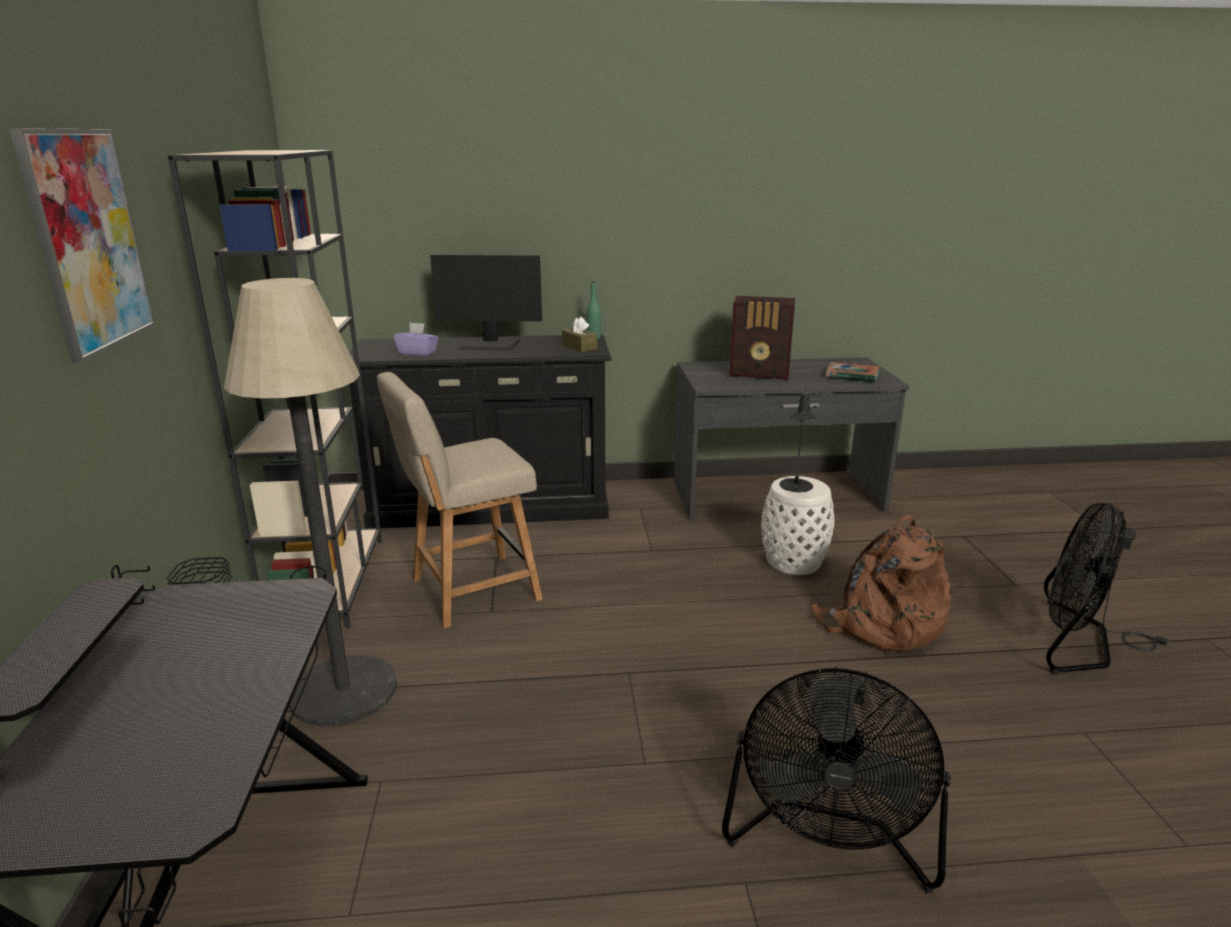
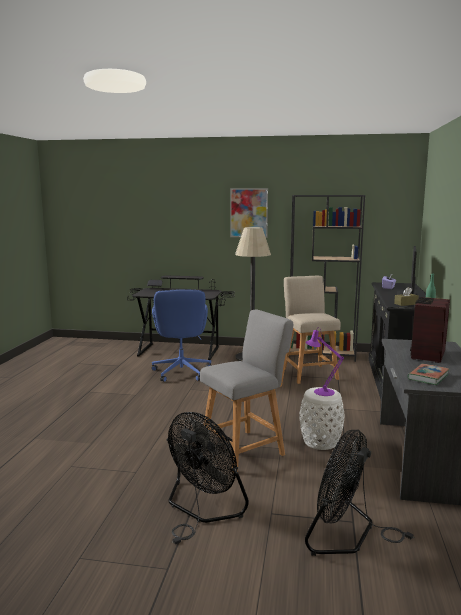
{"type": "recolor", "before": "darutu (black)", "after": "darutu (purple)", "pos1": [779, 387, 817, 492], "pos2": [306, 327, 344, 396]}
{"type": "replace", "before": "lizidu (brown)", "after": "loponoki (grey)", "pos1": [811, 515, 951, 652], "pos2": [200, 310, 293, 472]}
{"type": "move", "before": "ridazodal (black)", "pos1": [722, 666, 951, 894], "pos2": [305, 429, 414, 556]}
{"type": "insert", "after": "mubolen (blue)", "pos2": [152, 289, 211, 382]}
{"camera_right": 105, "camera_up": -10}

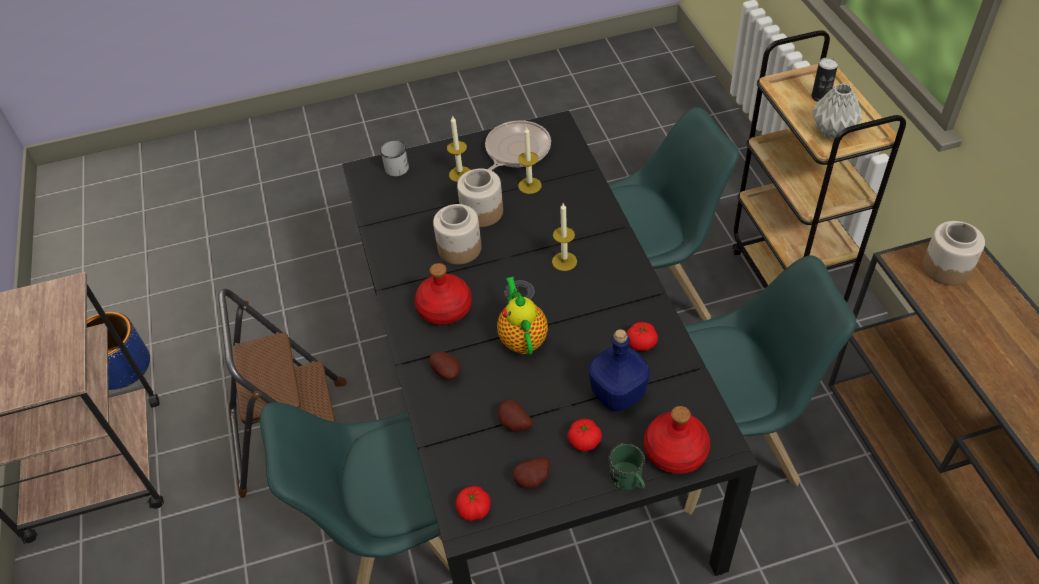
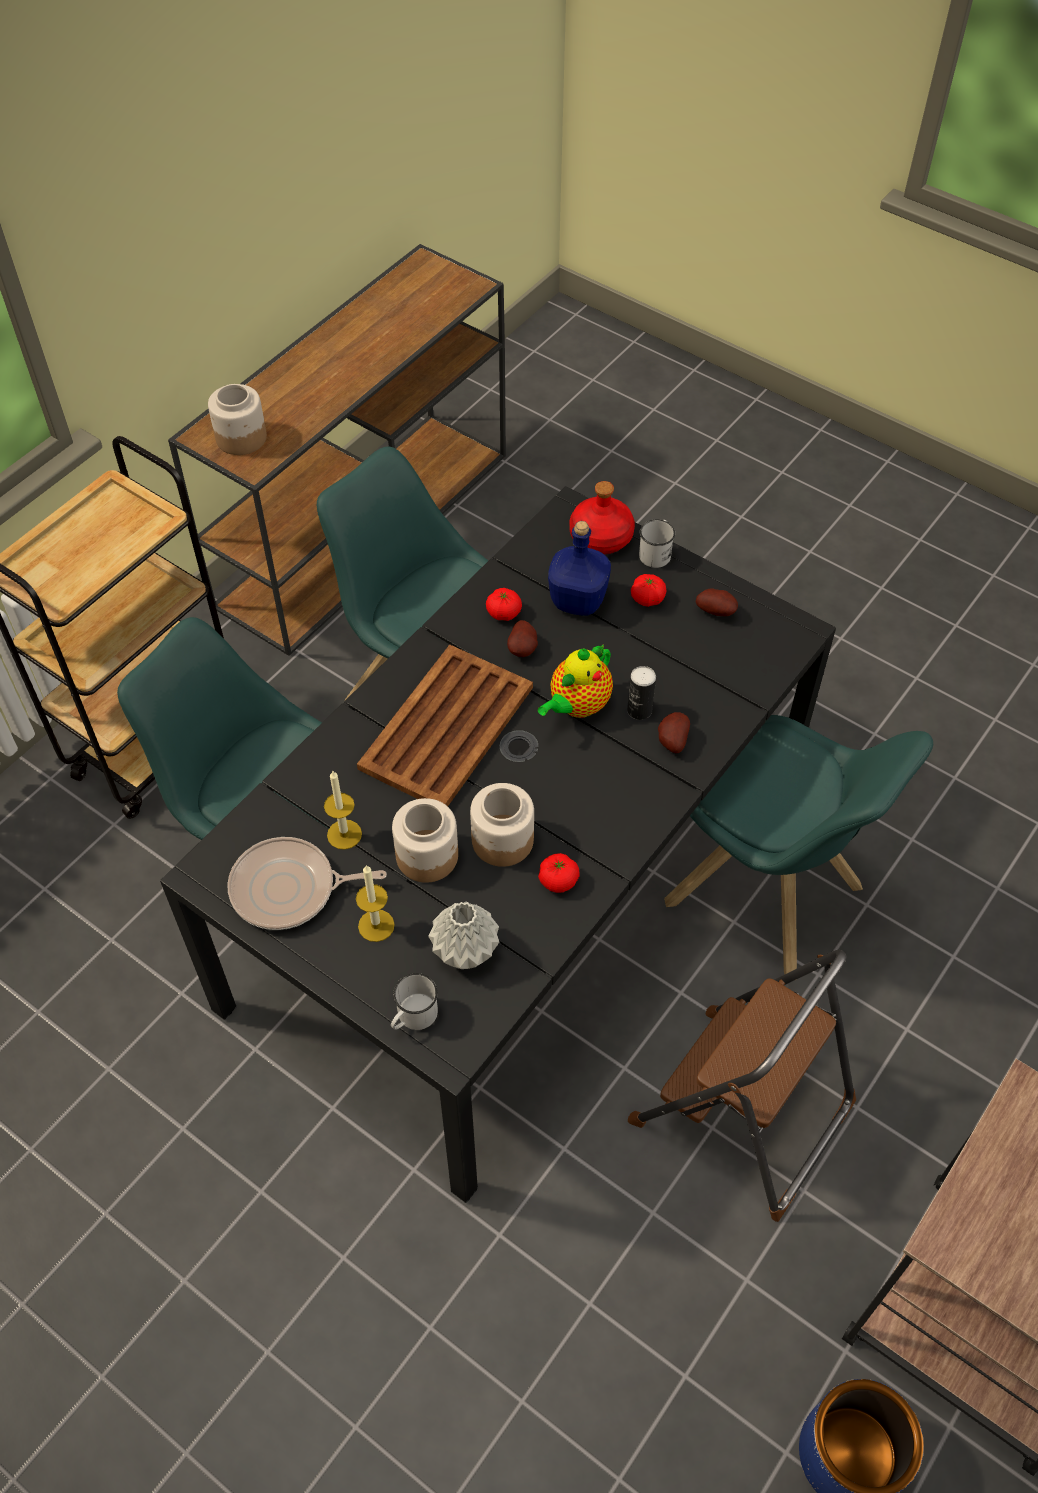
{"type": "move", "before": "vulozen", "pos1": [811, 57, 838, 102], "pos2": [627, 666, 656, 720]}
{"type": "move", "before": "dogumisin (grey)", "pos1": [812, 83, 862, 140], "pos2": [428, 902, 499, 969]}
{"type": "replace", "before": "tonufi", "after": "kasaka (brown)", "pos1": [552, 203, 577, 271], "pos2": [357, 645, 533, 806]}
{"type": "delete", "before": "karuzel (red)", "pos1": [414, 263, 472, 325]}
{"type": "move", "before": "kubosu", "pos1": [498, 400, 533, 432], "pos2": [507, 620, 538, 657]}
{"type": "recolor", "before": "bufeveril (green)", "after": "bufeveril (white)", "pos1": [609, 443, 645, 490], "pos2": [639, 519, 675, 568]}
{"type": "move", "before": "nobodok", "pos1": [455, 486, 491, 521], "pos2": [538, 853, 580, 893]}
{"camera_right": -130, "camera_up": 5}

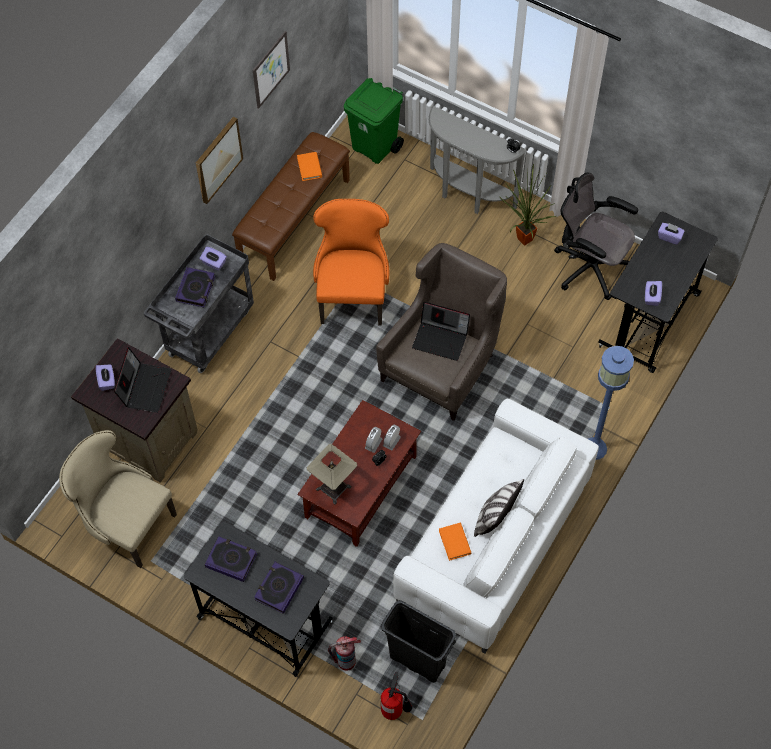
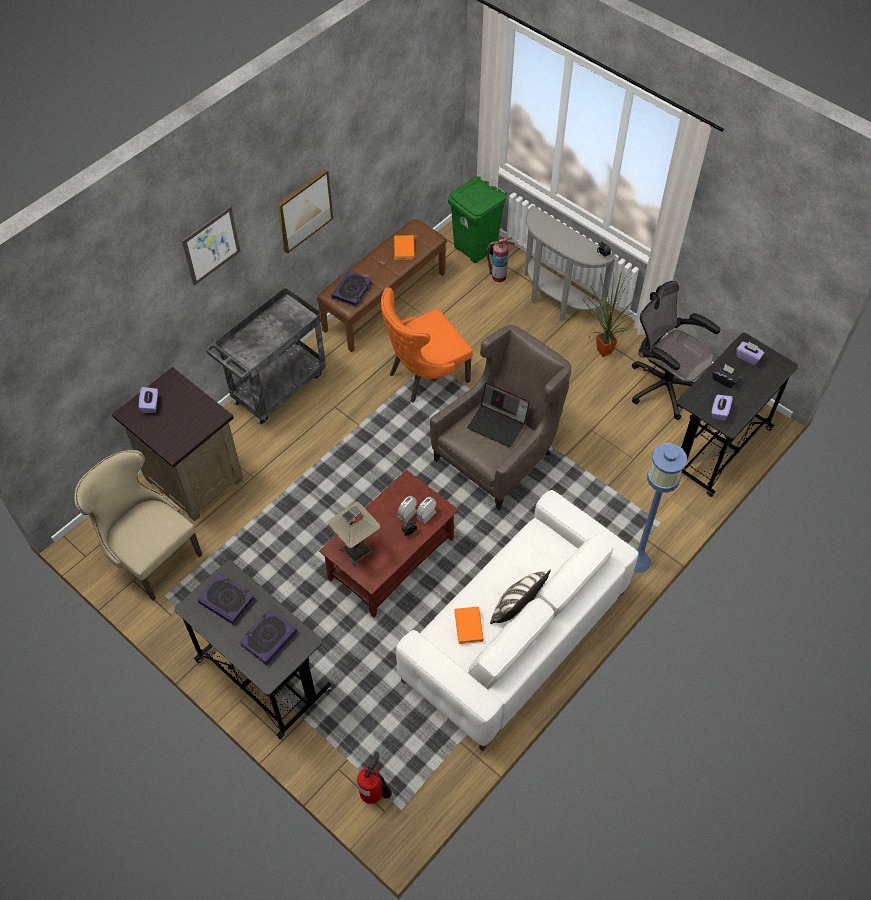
{"type": "move", "before": "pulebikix", "pos1": [253, 31, 290, 109], "pos2": [182, 206, 240, 286]}
{"type": "rotate", "before": "loponoki (orange)", "pos1": [313, 199, 389, 326], "pos2": [381, 287, 473, 403], "turn": -135}
{"type": "delete", "before": "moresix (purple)", "pos1": [200, 246, 227, 271]}
{"type": "move", "before": "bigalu", "pos1": [175, 267, 215, 307], "pos2": [331, 270, 372, 307]}
{"type": "delete", "before": "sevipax", "pos1": [114, 347, 172, 413]}
{"type": "delete", "before": "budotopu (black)", "pos1": [381, 600, 456, 683]}
{"type": "move", "before": "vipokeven", "pos1": [328, 636, 361, 671], "pos2": [486, 237, 515, 283]}
{"type": "insert", "after": "moresix (black)", "pos2": [712, 364, 741, 388]}
{"camera_right": 10, "camera_up": -5}

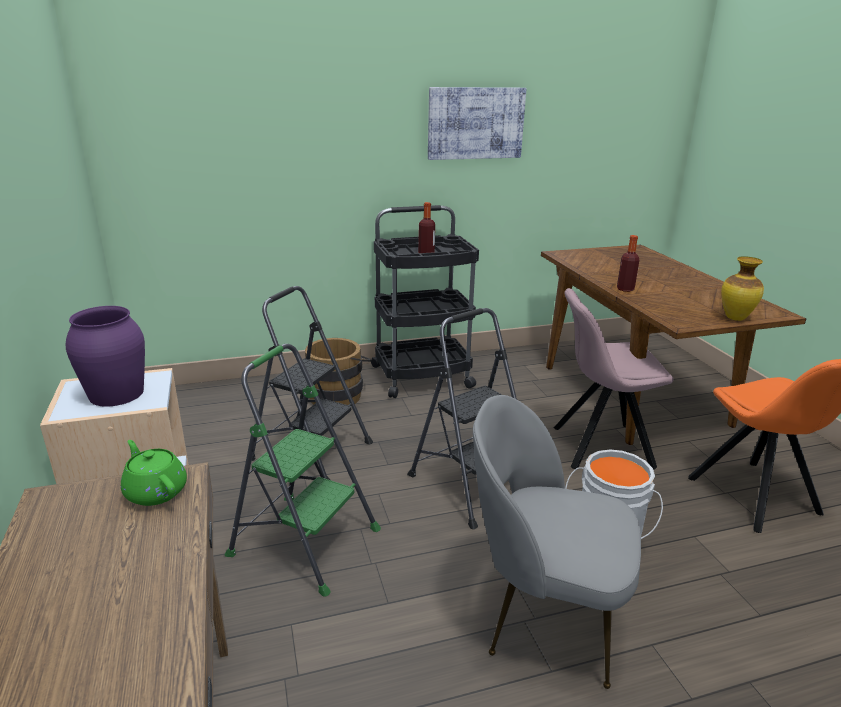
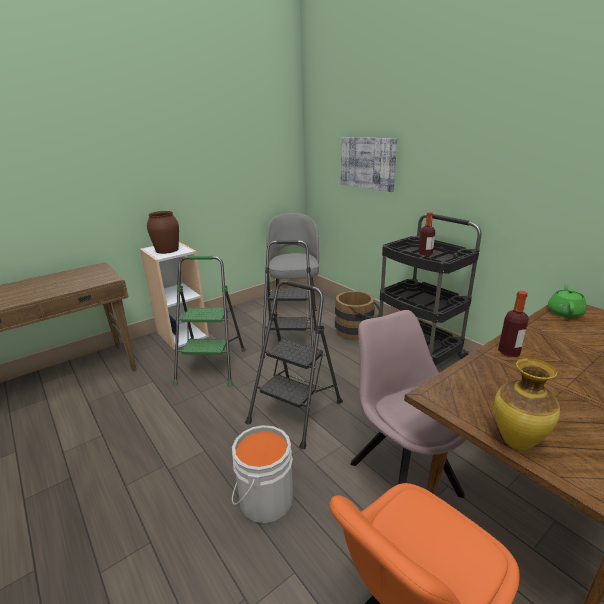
{"type": "move", "before": "pulebikix", "pos1": [428, 87, 526, 160], "pos2": [341, 137, 397, 192]}
{"type": "recolor", "before": "dogumisin (purple)", "after": "dogumisin (brown)", "pos1": [66, 306, 145, 407], "pos2": [147, 211, 179, 254]}
{"type": "move", "before": "loponoki (grey)", "pos1": [473, 395, 641, 689], "pos2": [266, 213, 319, 313]}
{"type": "move", "before": "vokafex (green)", "pos1": [121, 440, 187, 506], "pos2": [548, 285, 587, 318]}
{"camera_right": 70, "camera_up": 0}

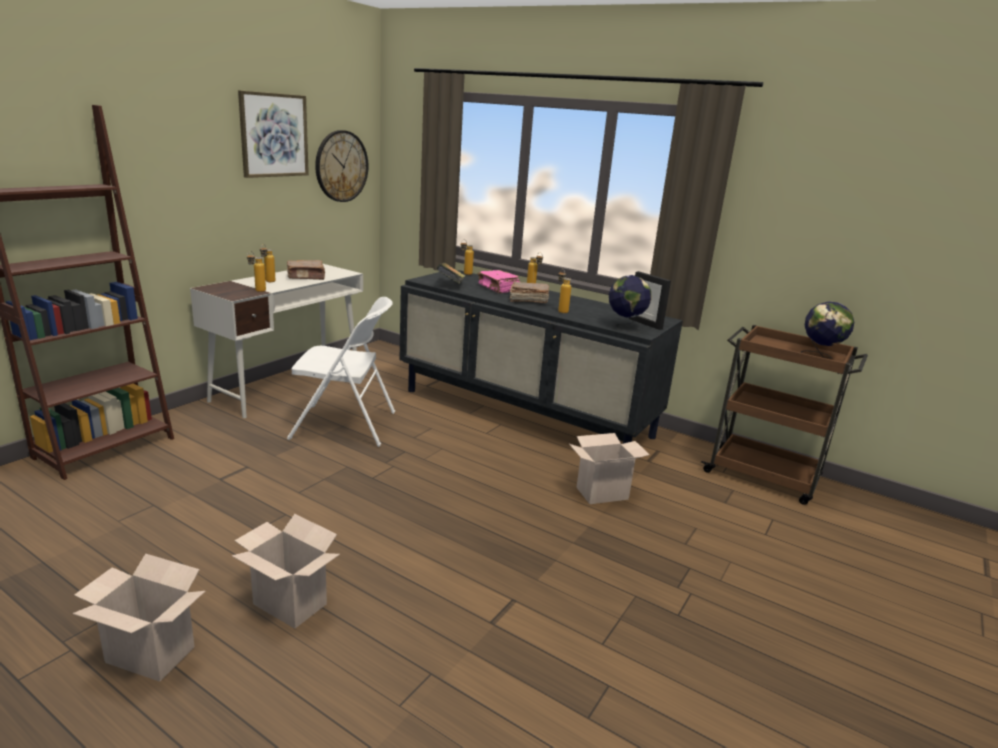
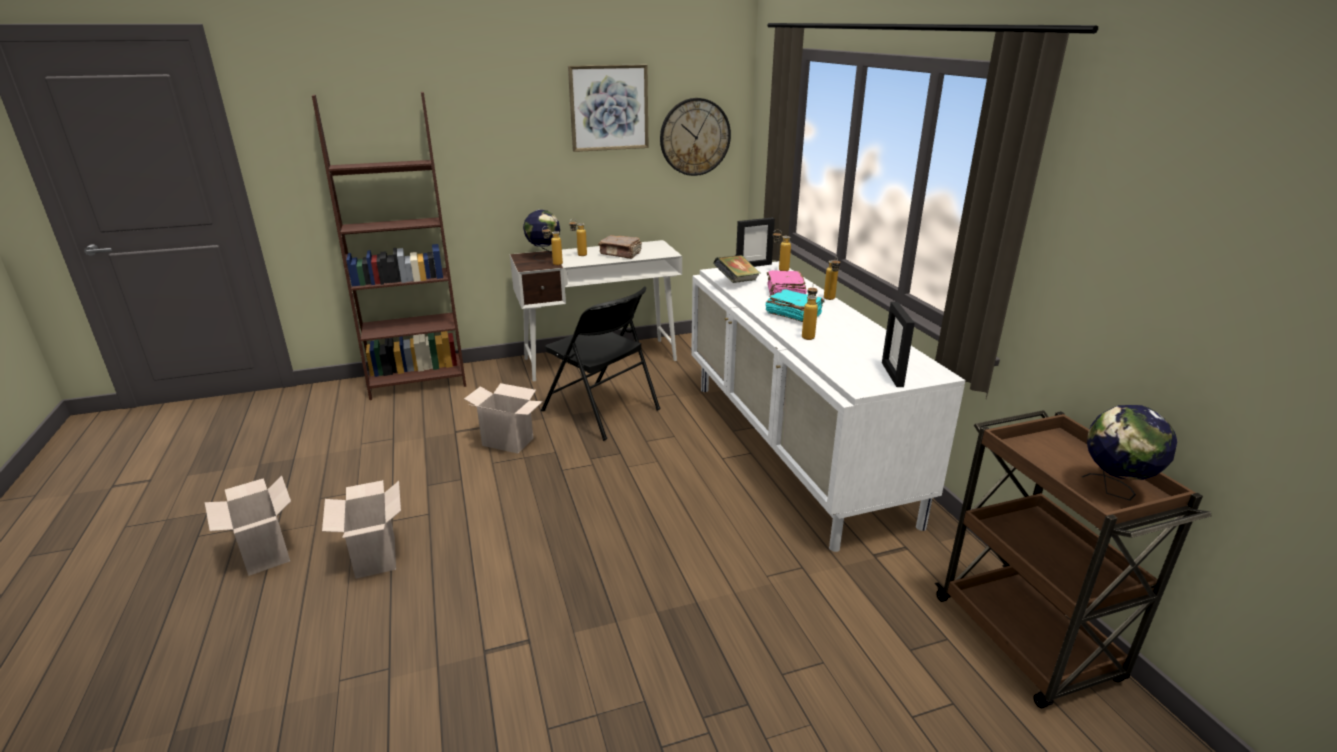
{"type": "recolor", "before": "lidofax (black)", "after": "lidofax (white)", "pos1": [400, 270, 683, 444], "pos2": [691, 261, 965, 552]}
{"type": "move", "before": "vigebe", "pos1": [609, 275, 652, 333], "pos2": [523, 210, 560, 261]}
{"type": "recolor", "before": "bigalu (brown)", "after": "bigalu (turquoise)", "pos1": [509, 282, 549, 303], "pos2": [766, 289, 825, 322]}
{"type": "recolor", "before": "loponoki (white)", "after": "loponoki (black)", "pos1": [287, 297, 395, 447], "pos2": [541, 286, 661, 441]}
{"type": "move", "before": "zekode", "pos1": [569, 433, 650, 504], "pos2": [464, 383, 543, 453]}
{"type": "insert", "after": "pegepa", "pos2": [735, 218, 775, 267]}
{"camera_right": 40, "camera_up": 5}

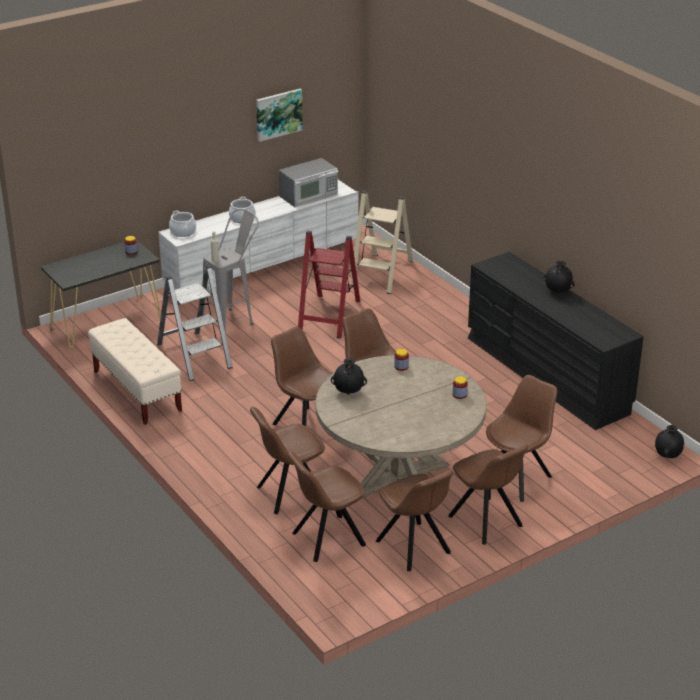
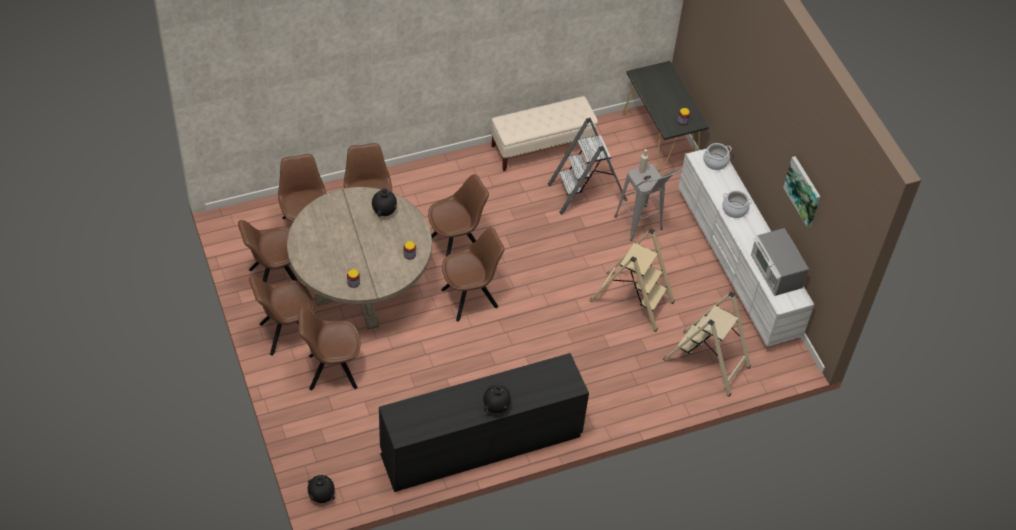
{"type": "recolor", "before": "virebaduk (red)", "after": "virebaduk (beige)", "pos1": [298, 231, 360, 339], "pos2": [589, 228, 674, 332]}
{"type": "rotate", "before": "loponoki (brown)", "pos1": [486, 375, 557, 502], "pos2": [298, 308, 361, 391], "turn": 120}
{"camera_right": 100, "camera_up": 20}

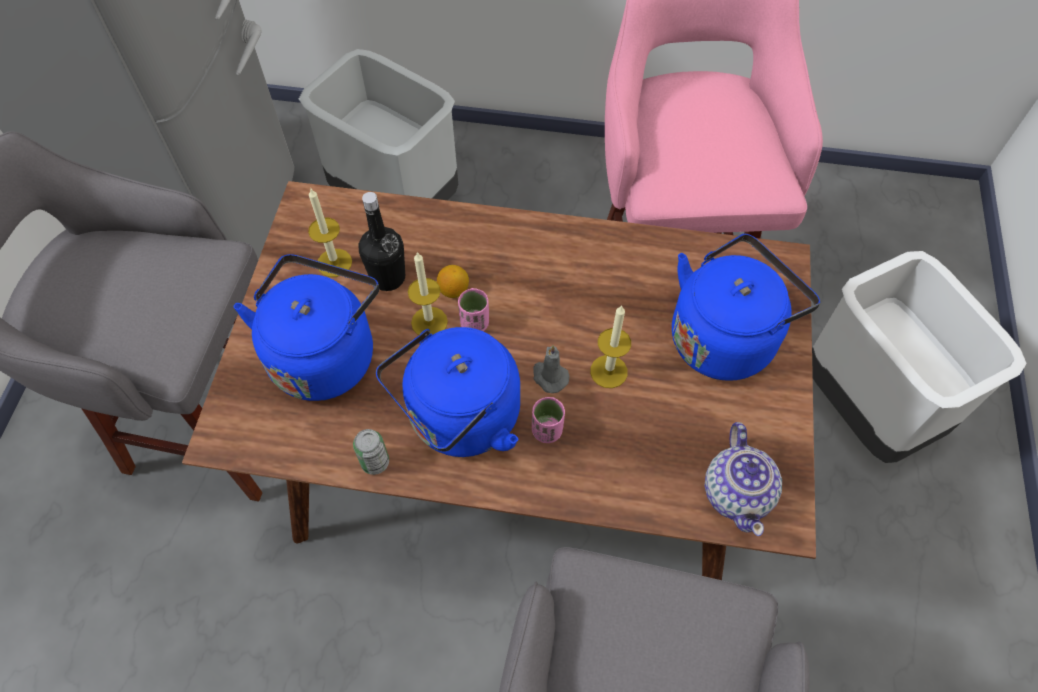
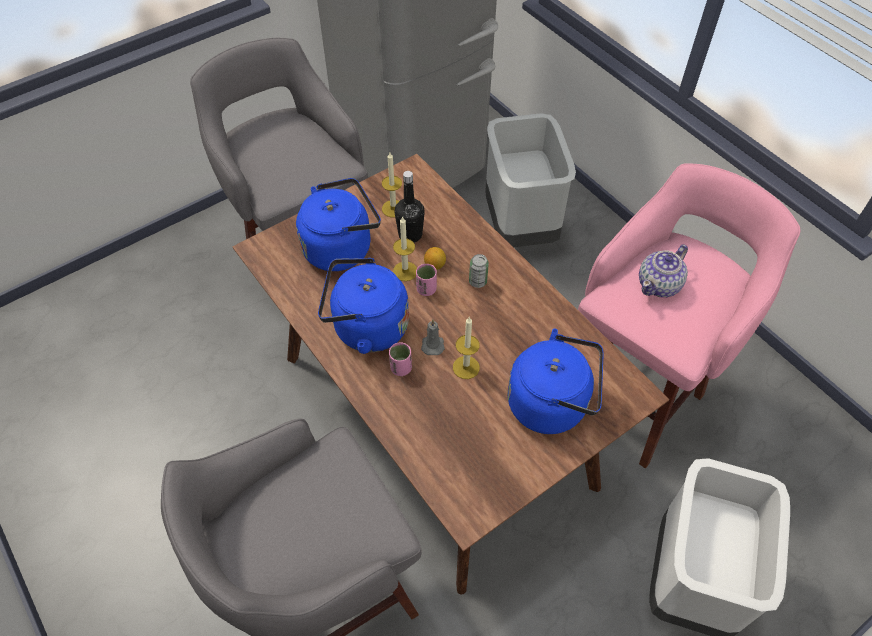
{"type": "move", "before": "vokafex", "pos1": [704, 422, 782, 536], "pos2": [639, 245, 688, 297]}
{"type": "move", "before": "vulozen", "pos1": [353, 429, 389, 475], "pos2": [469, 254, 489, 288]}
{"camera_right": 45, "camera_up": -5}

